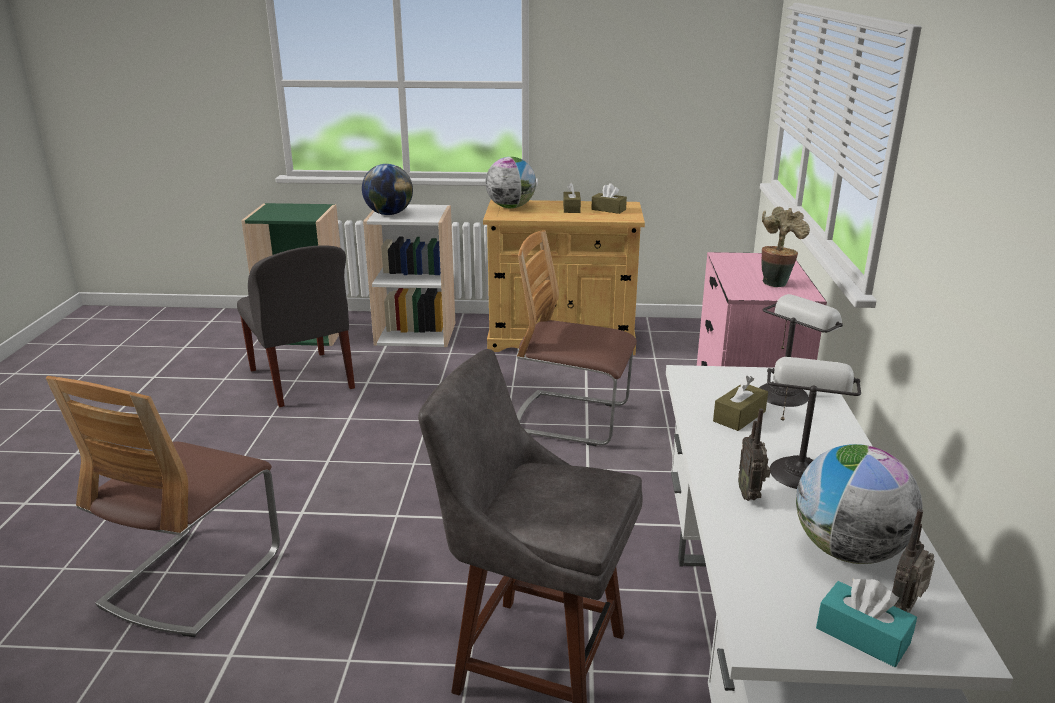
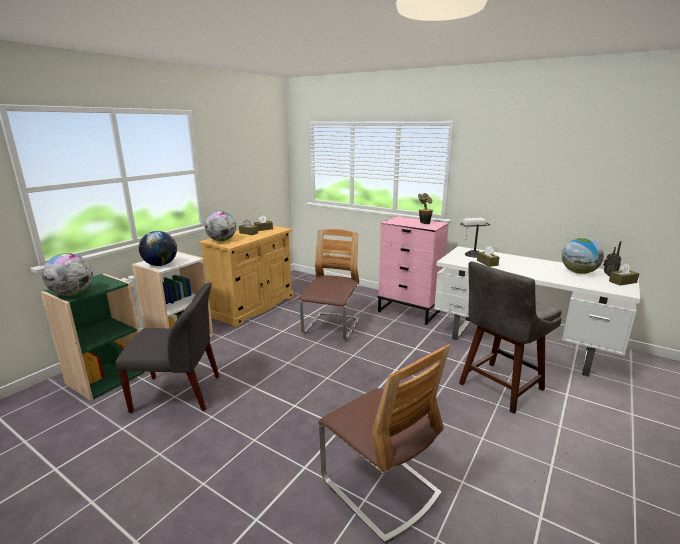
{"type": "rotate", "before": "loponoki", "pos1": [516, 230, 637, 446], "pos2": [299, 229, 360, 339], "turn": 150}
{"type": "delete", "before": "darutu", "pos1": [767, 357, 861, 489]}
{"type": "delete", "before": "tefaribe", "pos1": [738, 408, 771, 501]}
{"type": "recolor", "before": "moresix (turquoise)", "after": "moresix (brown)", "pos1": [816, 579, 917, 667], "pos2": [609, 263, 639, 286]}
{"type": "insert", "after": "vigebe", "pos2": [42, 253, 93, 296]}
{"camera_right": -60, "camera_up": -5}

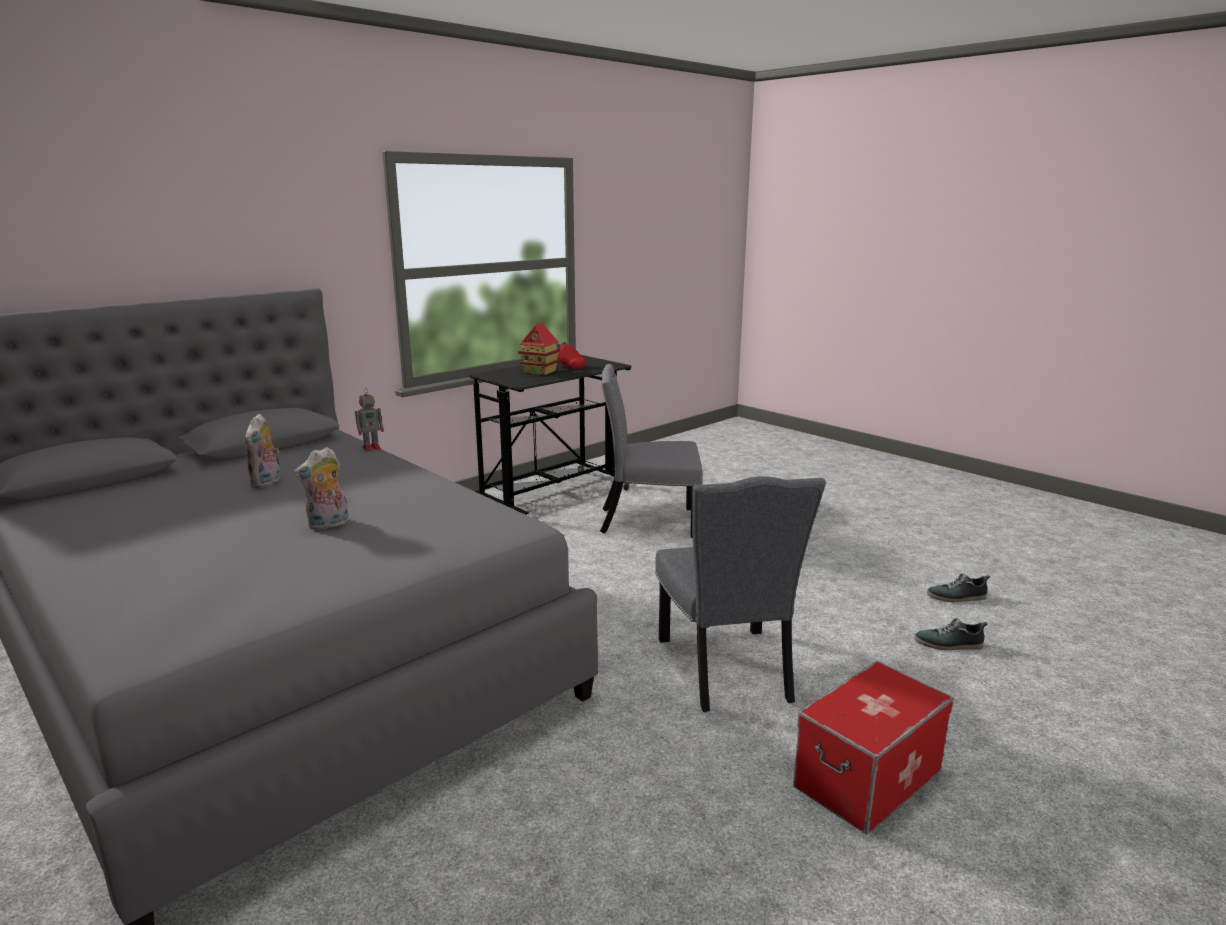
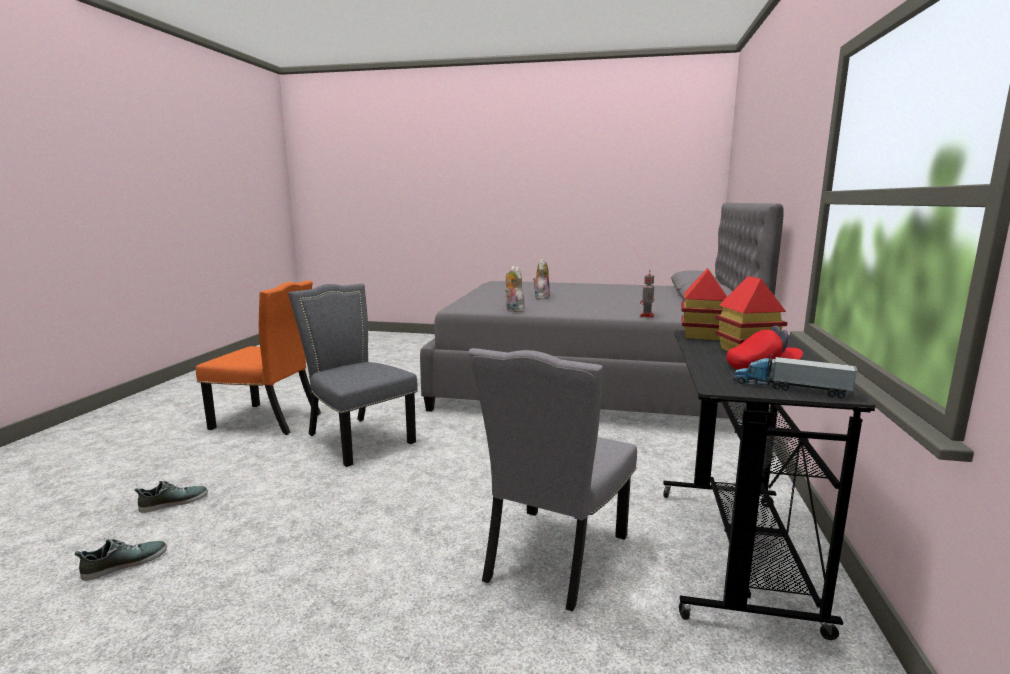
{"type": "rotate", "before": "loponoki (grey)", "pos1": [600, 364, 703, 538], "pos2": [469, 348, 637, 612], "turn": 150}
{"type": "move", "before": "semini", "pos1": [245, 414, 280, 488], "pos2": [505, 266, 525, 312]}
{"type": "replace", "before": "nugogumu", "after": "loponoki (orange)", "pos1": [793, 661, 954, 835], "pos2": [196, 280, 321, 435]}
{"type": "insert", "after": "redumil", "pos2": [681, 268, 727, 340]}
{"type": "insert", "after": "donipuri", "pos2": [733, 354, 858, 398]}
{"camera_right": 145, "camera_up": -5}

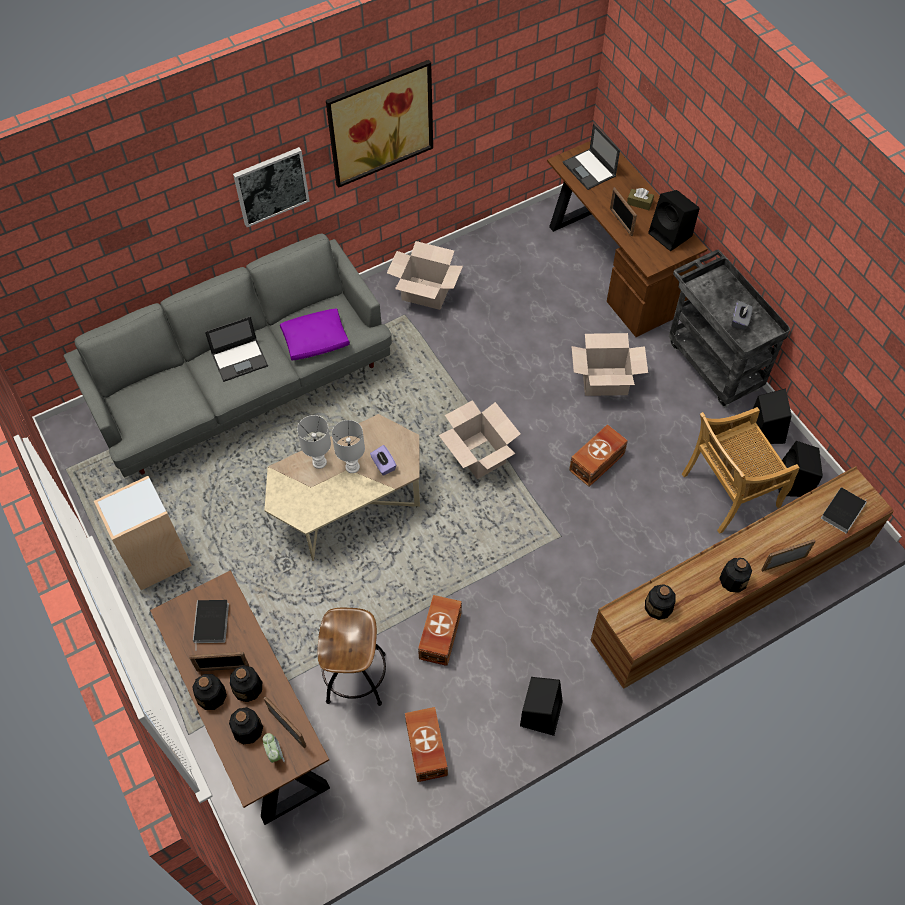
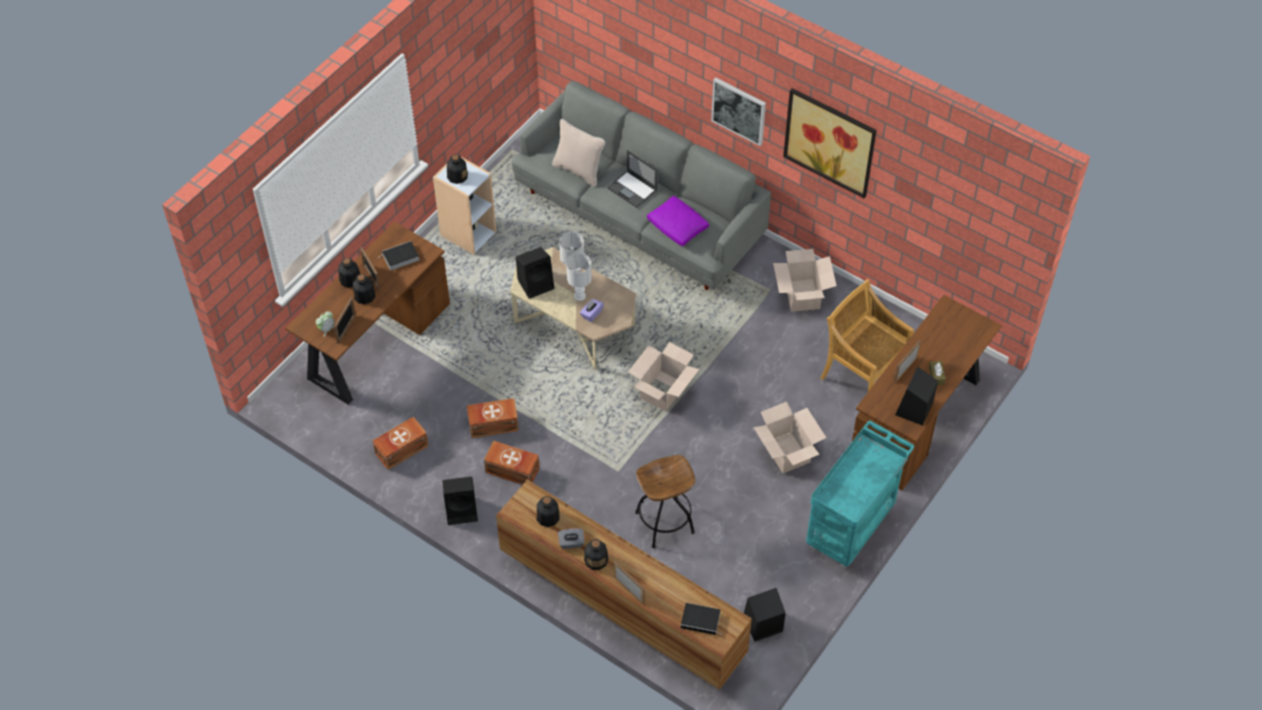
{"type": "delete", "before": "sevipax", "pos1": [563, 123, 620, 190]}
{"type": "recolor", "before": "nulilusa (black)", "after": "nulilusa (turquoise)", "pos1": [669, 250, 790, 407], "pos2": [806, 421, 914, 568]}
{"type": "move", "before": "moresix (grey)", "pos1": [732, 300, 752, 330], "pos2": [558, 529, 584, 549]}
{"type": "move", "before": "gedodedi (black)", "pos1": [753, 389, 792, 444], "pos2": [516, 247, 554, 299]}
{"type": "move", "before": "loponoki (beige)", "pos1": [682, 407, 800, 534], "pos2": [820, 279, 914, 392]}
{"type": "move", "before": "nugogumu (brown)", "pos1": [569, 424, 628, 487], "pos2": [484, 441, 540, 485]}
{"type": "move", "before": "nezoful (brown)", "pos1": [318, 608, 386, 706], "pos2": [635, 455, 695, 548]}
{"type": "move", "before": "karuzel", "pos1": [229, 707, 263, 744], "pos2": [447, 154, 468, 184]}
{"type": "insert", "after": "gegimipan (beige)", "pos2": [552, 119, 605, 187]}
{"camera_right": 65, "camera_up": -5}

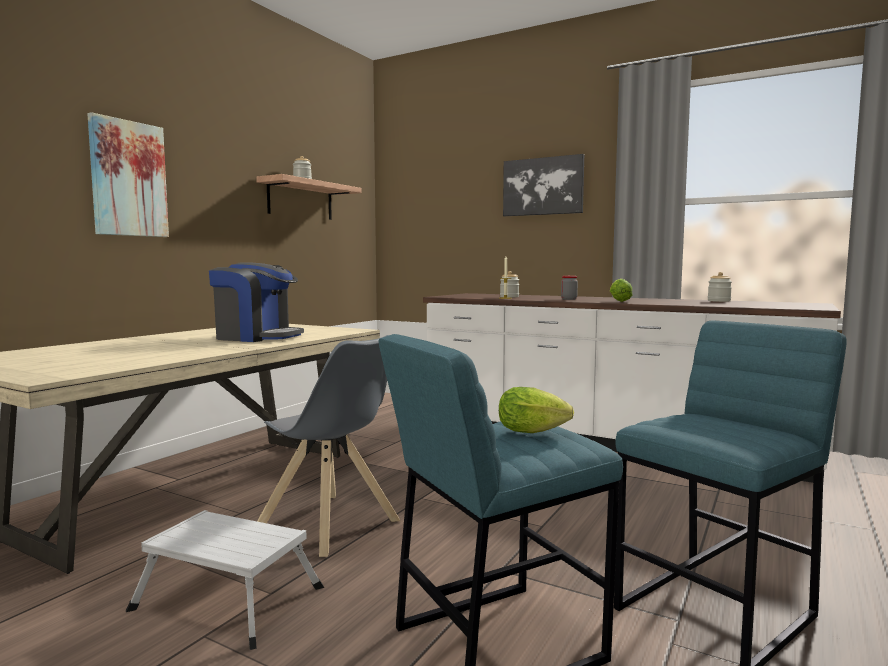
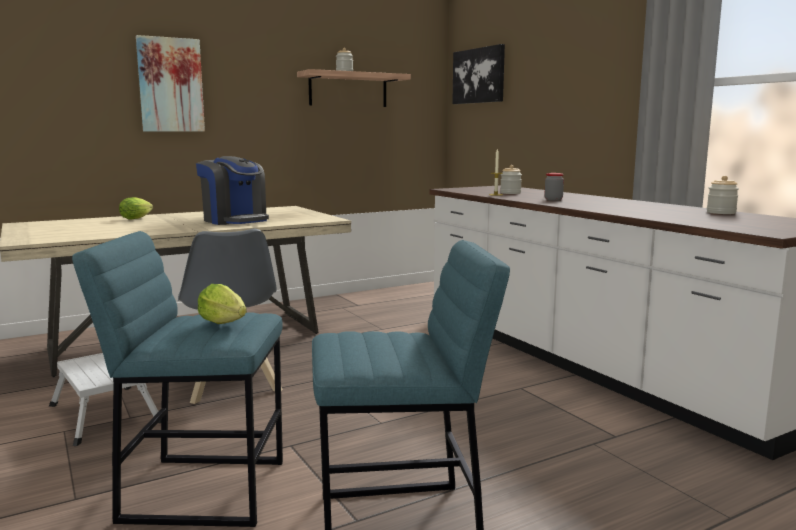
{"type": "move", "before": "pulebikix", "pos1": [503, 154, 584, 216], "pos2": [452, 44, 505, 104]}
{"type": "move", "before": "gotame", "pos1": [610, 279, 633, 302], "pos2": [119, 197, 153, 220]}
{"camera_right": 30, "camera_up": 5}

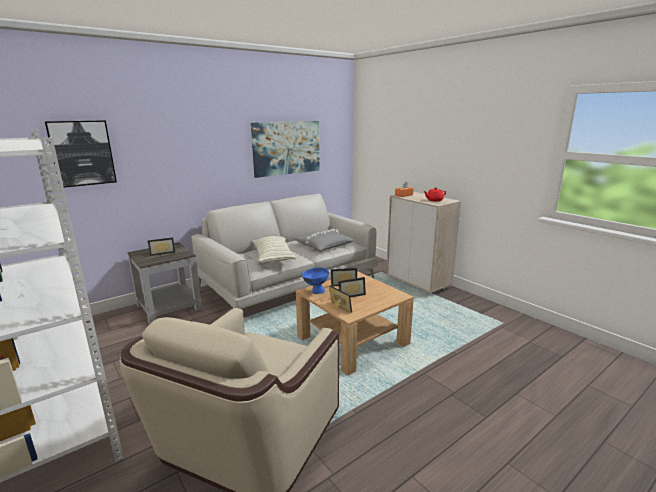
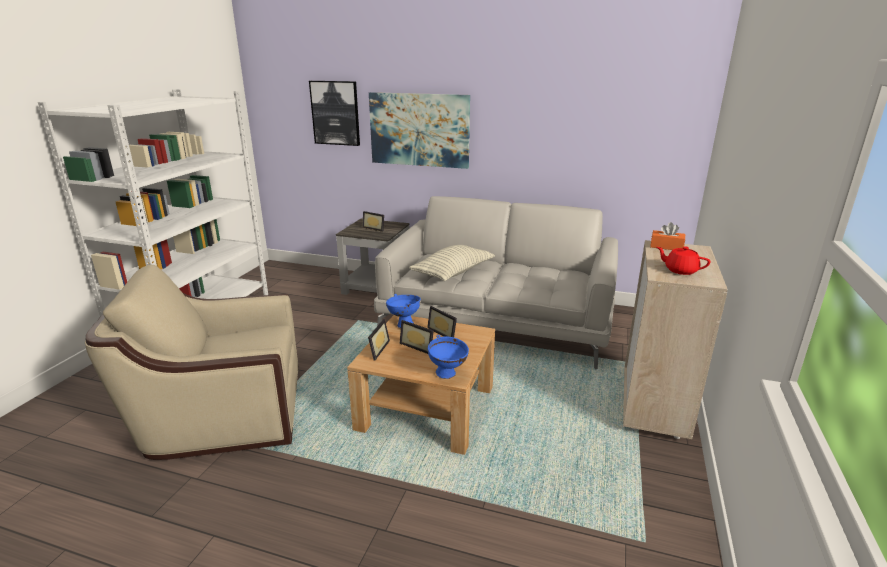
{"type": "move", "before": "pulebikix", "pos1": [251, 121, 320, 178], "pos2": [369, 92, 470, 169]}
{"type": "delete", "before": "gegimipan (grey)", "pos1": [294, 229, 354, 251]}
{"type": "insert", "after": "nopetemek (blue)", "pos2": [427, 335, 469, 379]}
{"camera_right": 55, "camera_up": 5}

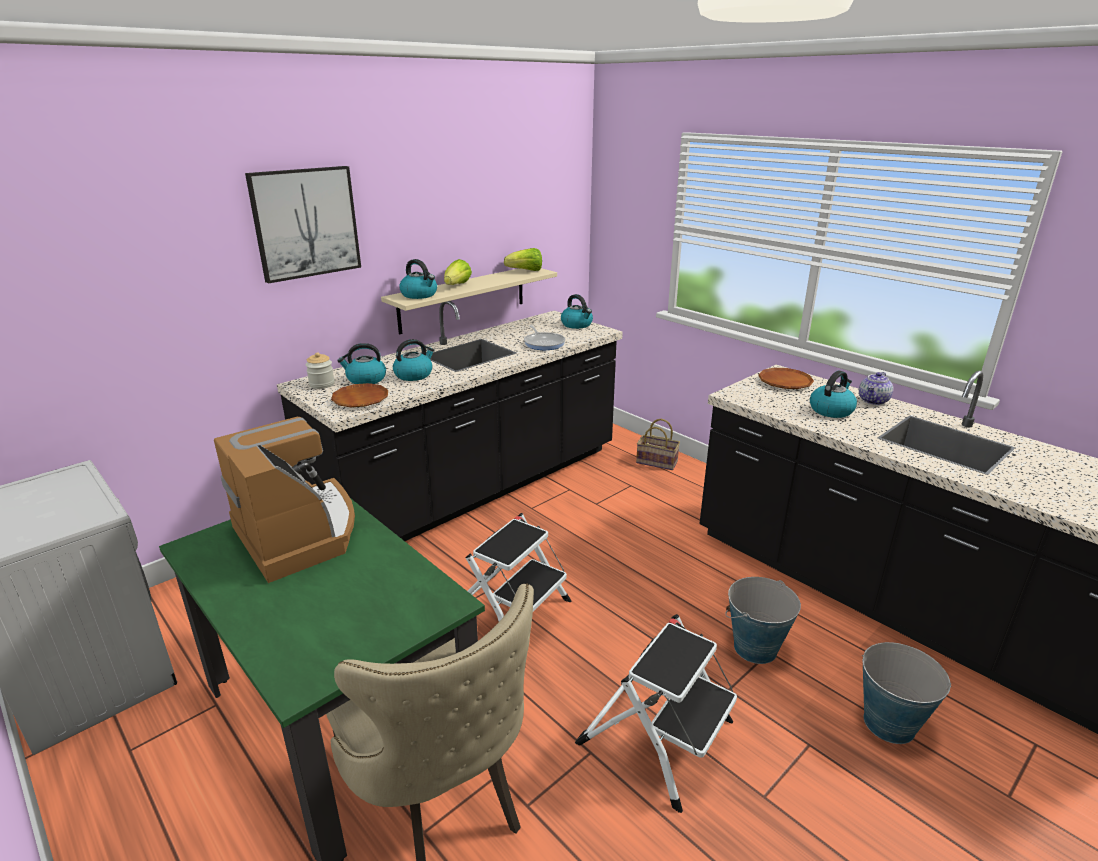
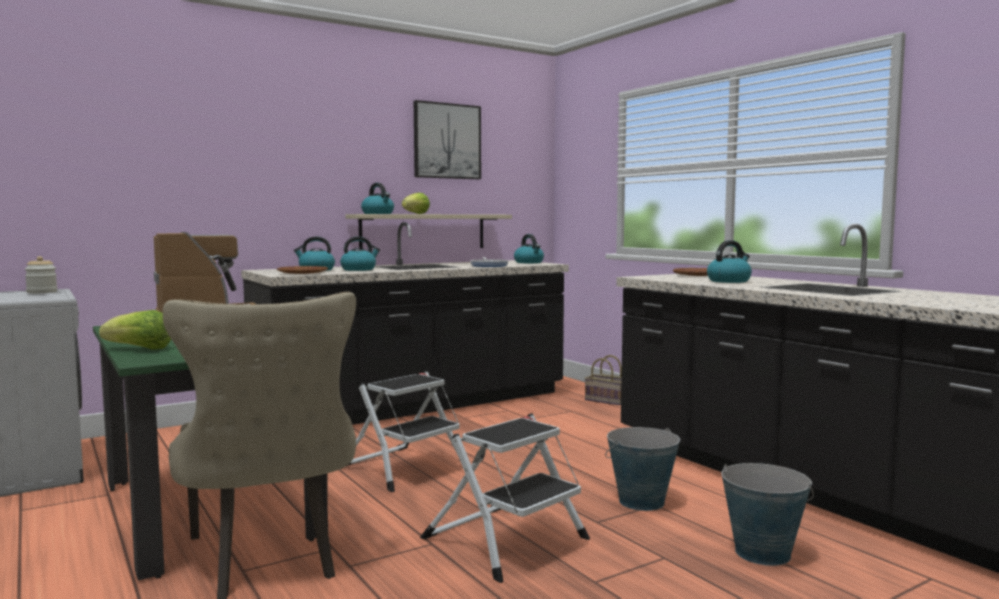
{"type": "move", "before": "pulebikix", "pos1": [245, 166, 361, 284], "pos2": [414, 100, 481, 179]}
{"type": "move", "before": "gotame", "pos1": [504, 248, 542, 271], "pos2": [99, 310, 171, 349]}
{"type": "move", "before": "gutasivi", "pos1": [306, 352, 335, 389], "pos2": [25, 256, 57, 293]}
{"type": "delete", "before": "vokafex", "pos1": [859, 372, 893, 405]}
{"camera_right": 10, "camera_up": -20}

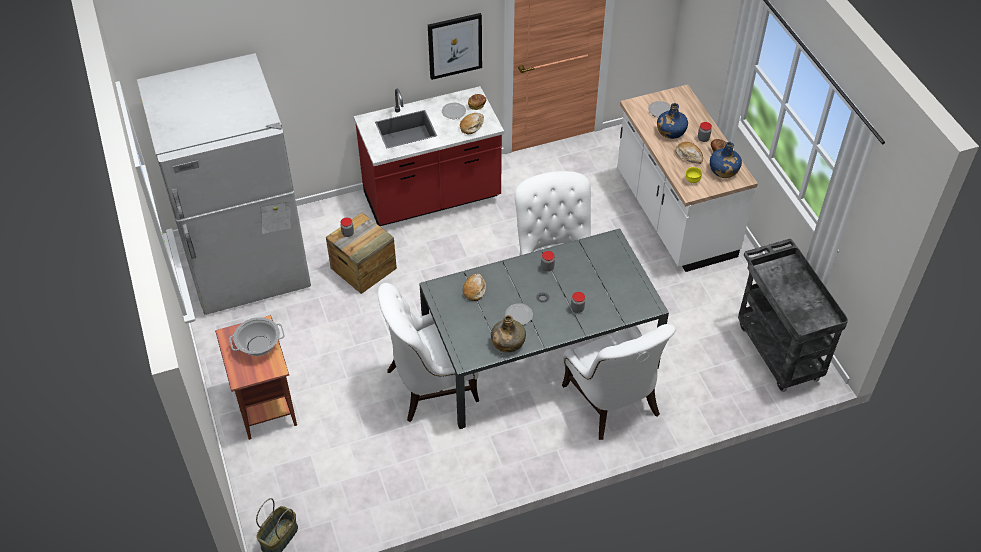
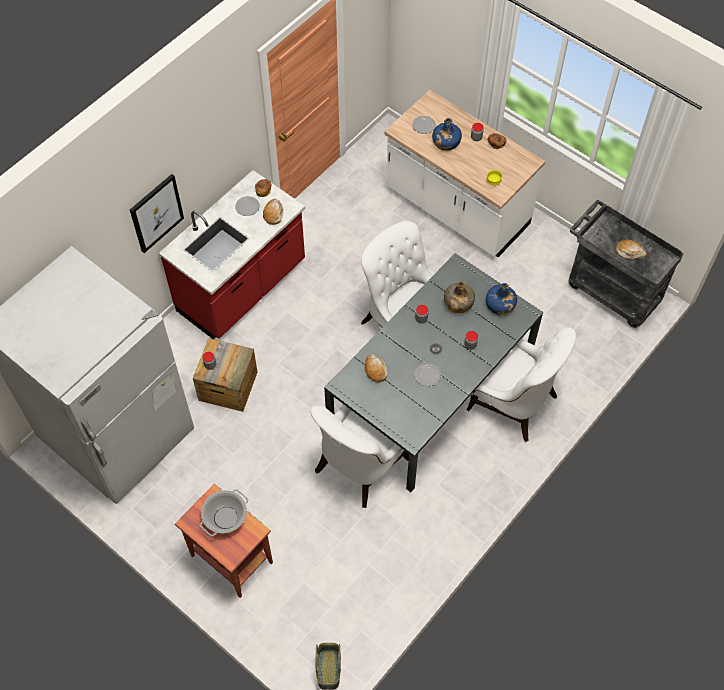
{"type": "move", "before": "pulebikix", "pos1": [428, 13, 482, 80], "pos2": [130, 174, 184, 253]}
{"type": "move", "before": "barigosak", "pos1": [676, 142, 703, 164], "pos2": [616, 240, 646, 259]}
{"type": "move", "before": "karuzel (blue)", "pos1": [710, 142, 742, 178], "pos2": [486, 283, 517, 315]}
{"type": "move", "before": "karuzel (green)", "pos1": [491, 315, 526, 353], "pos2": [444, 281, 475, 313]}
{"camera_right": -30, "camera_up": 10}

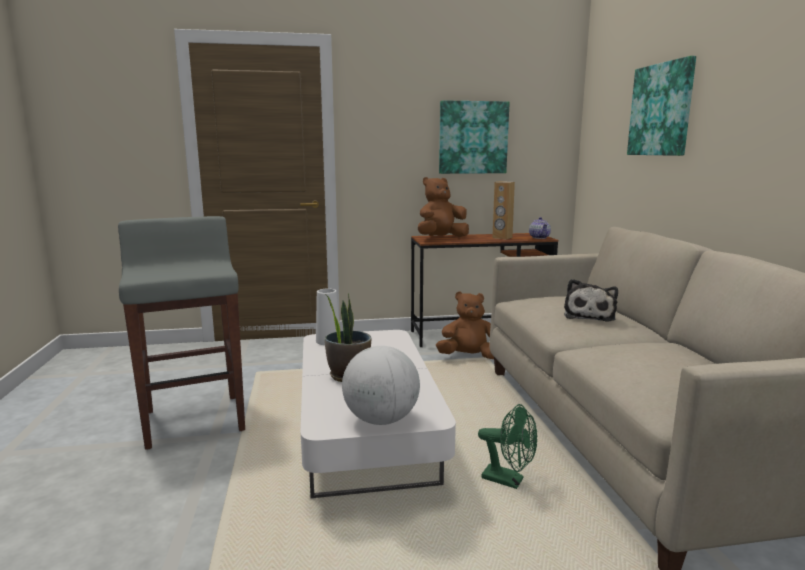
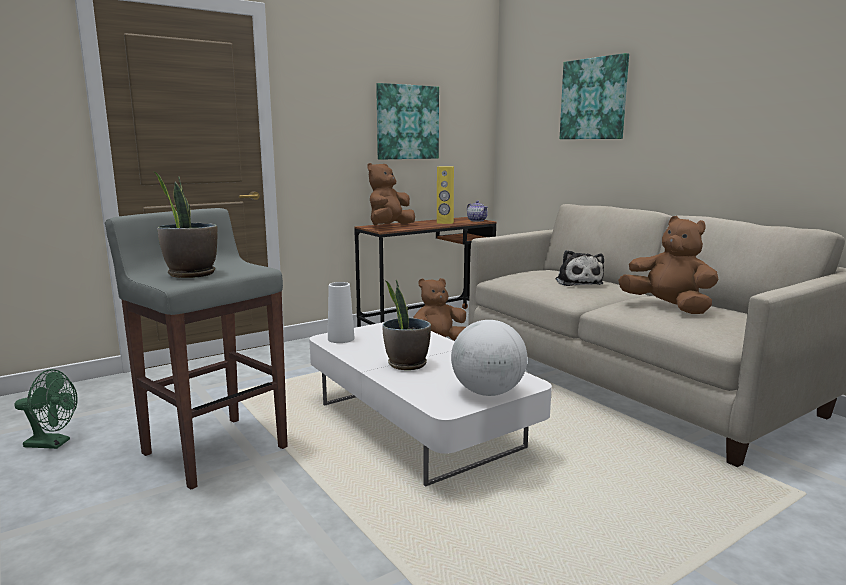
{"type": "recolor", "before": "gedodedi (brown)", "after": "gedodedi (yellow)", "pos1": [492, 181, 515, 239], "pos2": [437, 166, 454, 224]}
{"type": "move", "before": "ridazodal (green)", "pos1": [478, 404, 538, 489], "pos2": [14, 369, 77, 449]}
{"type": "insert", "after": "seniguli", "pos2": [153, 171, 217, 278]}
{"type": "insert", "after": "semini (brown)", "pos2": [618, 216, 719, 314]}
{"camera_right": -25, "camera_up": 0}

